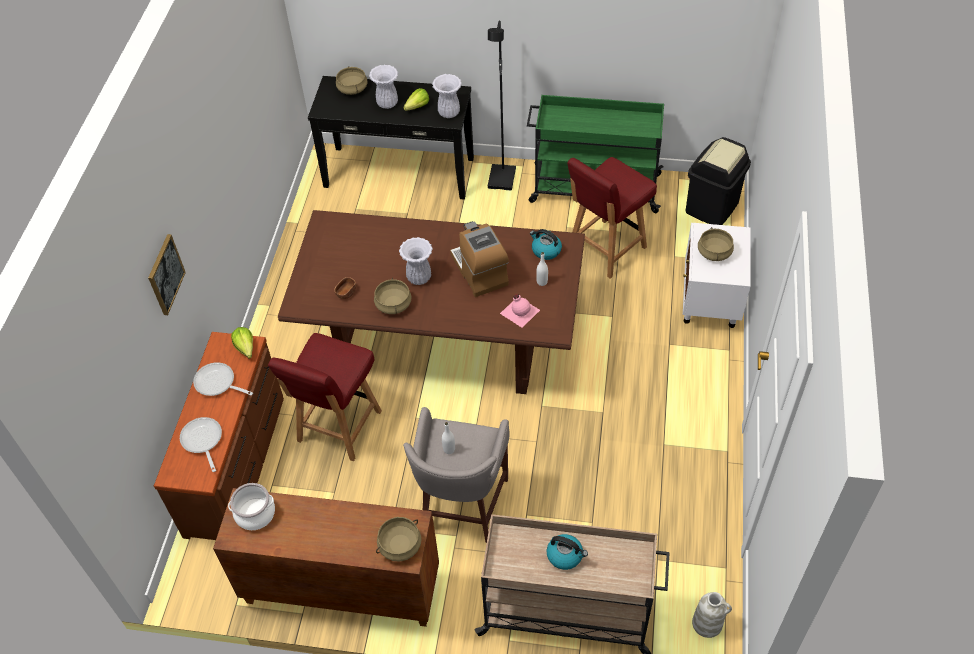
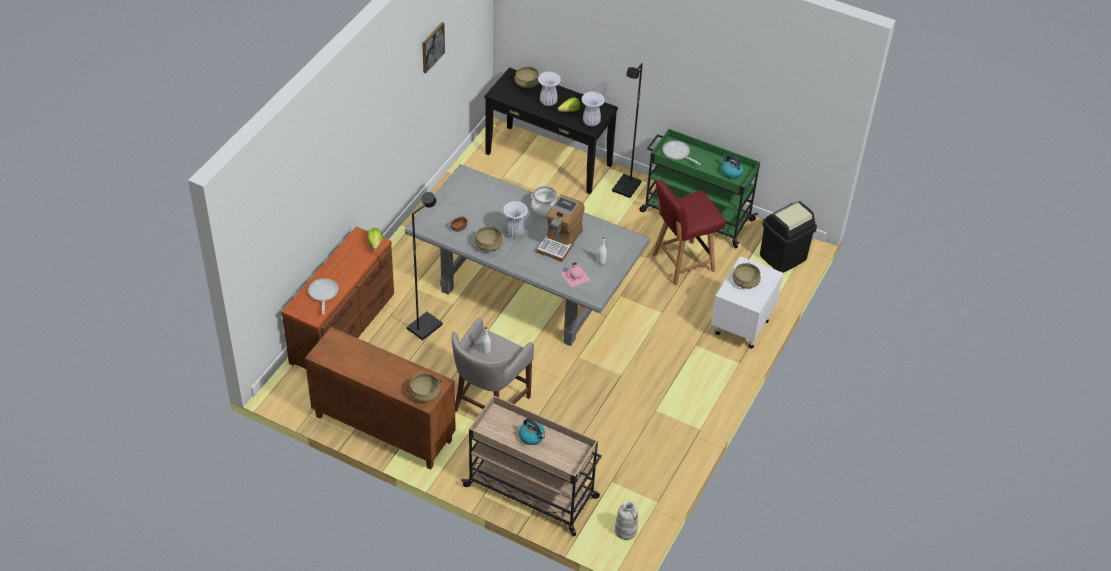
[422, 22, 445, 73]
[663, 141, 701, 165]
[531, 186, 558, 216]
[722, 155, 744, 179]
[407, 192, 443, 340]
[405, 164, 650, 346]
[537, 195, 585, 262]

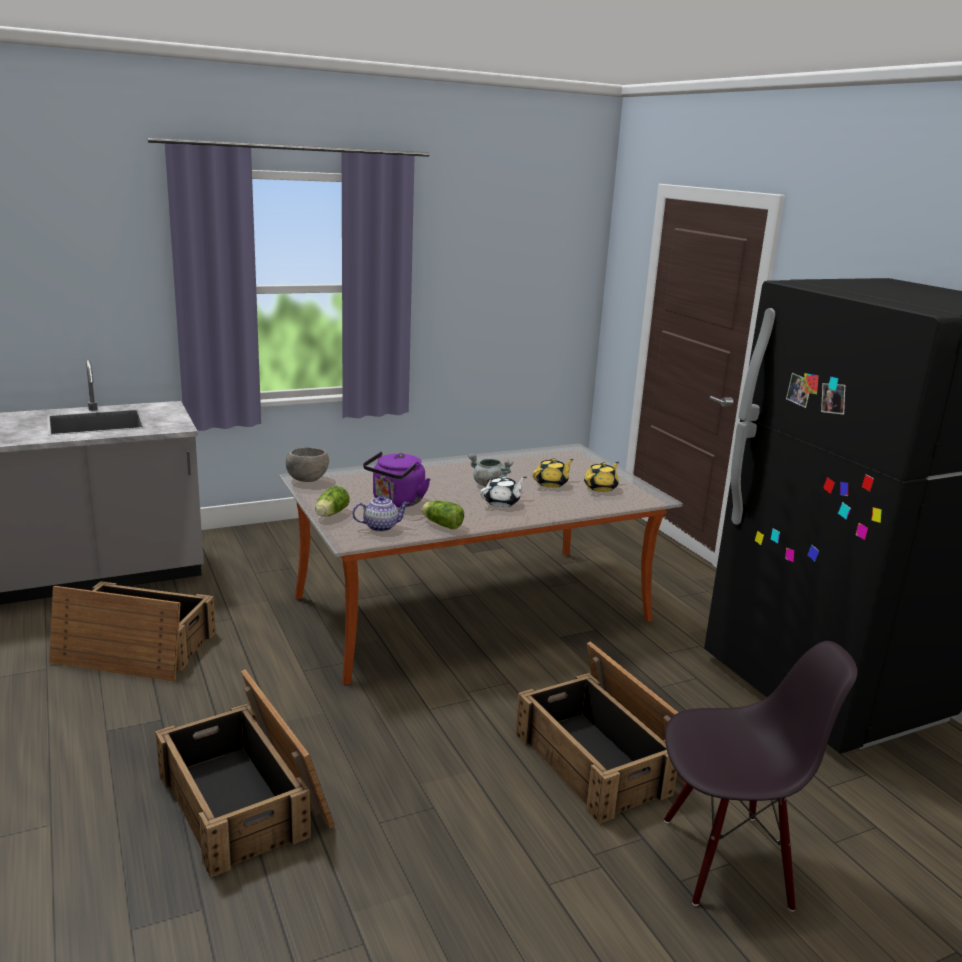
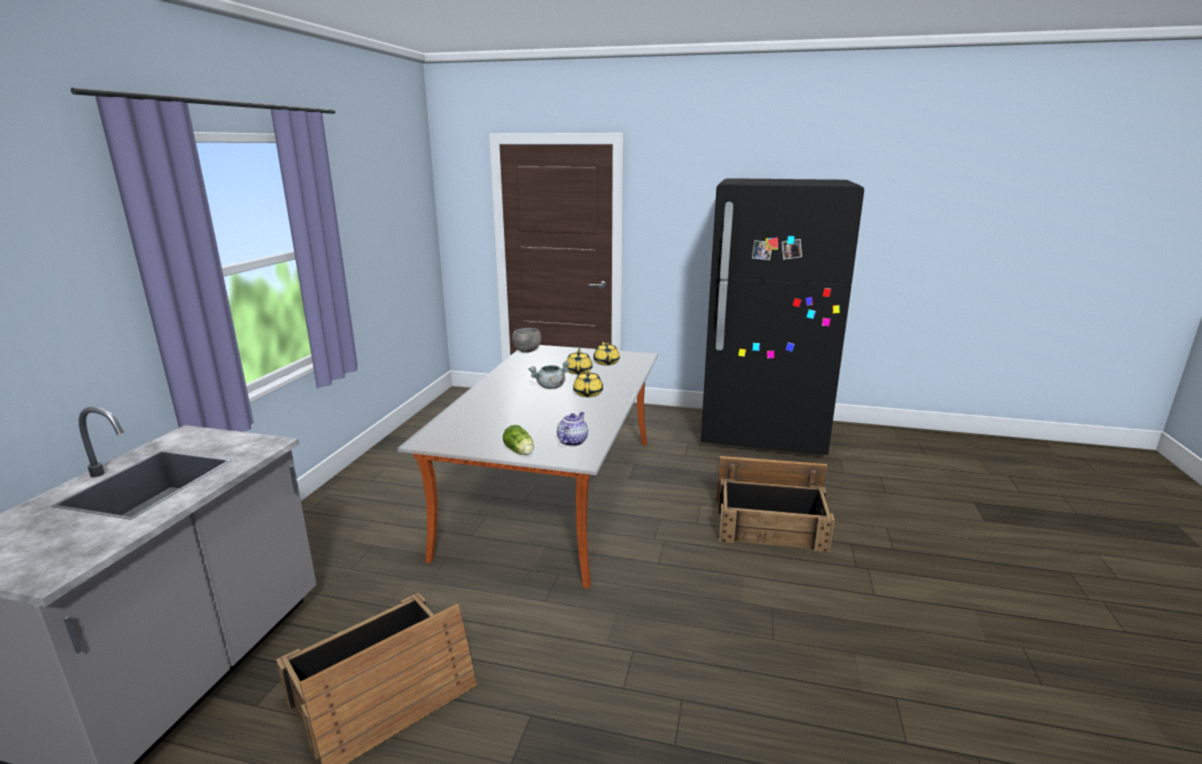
[155, 669, 335, 878] (first image)
[363, 452, 430, 507] (first image)
[421, 500, 464, 529] (first image)
[664, 641, 858, 912] (first image)
[512, 328, 541, 353]
[573, 368, 603, 397]

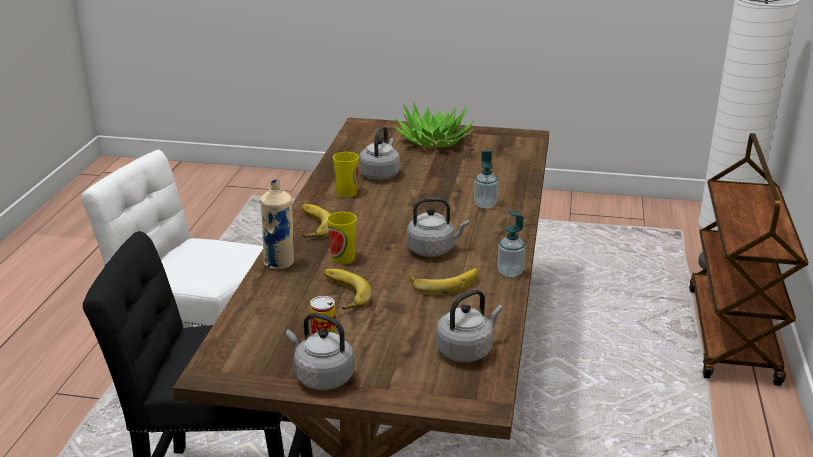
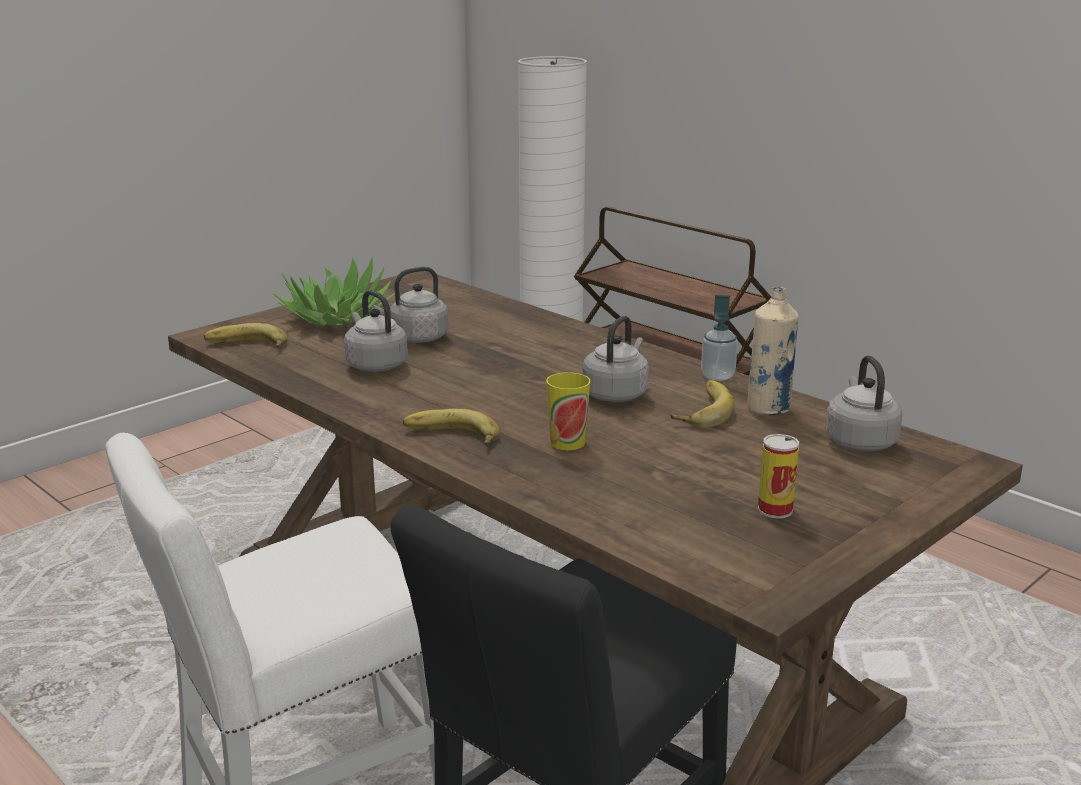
[333, 152, 359, 198] (first image)
[474, 150, 498, 208] (first image)
[747, 287, 799, 415]
[372, 267, 449, 343]
[204, 323, 288, 348]

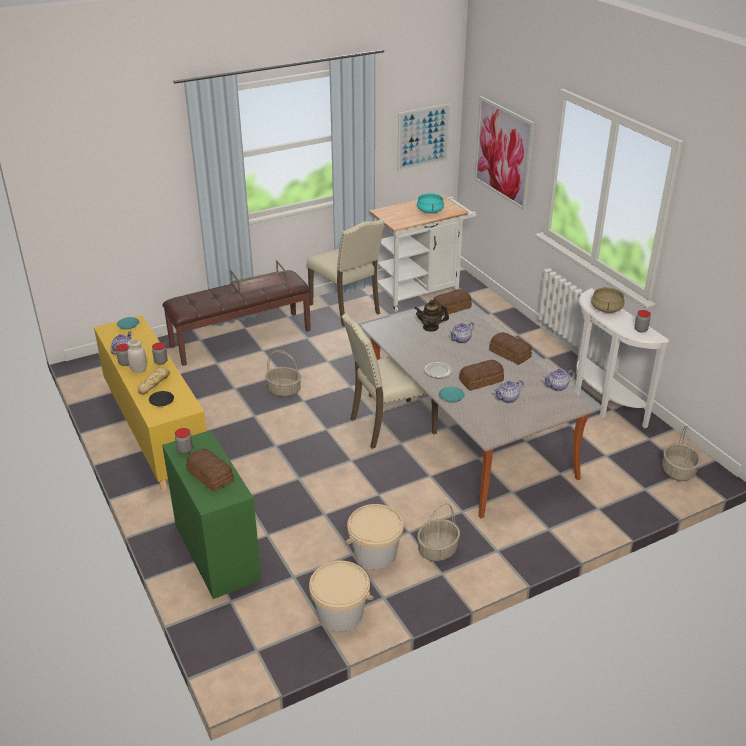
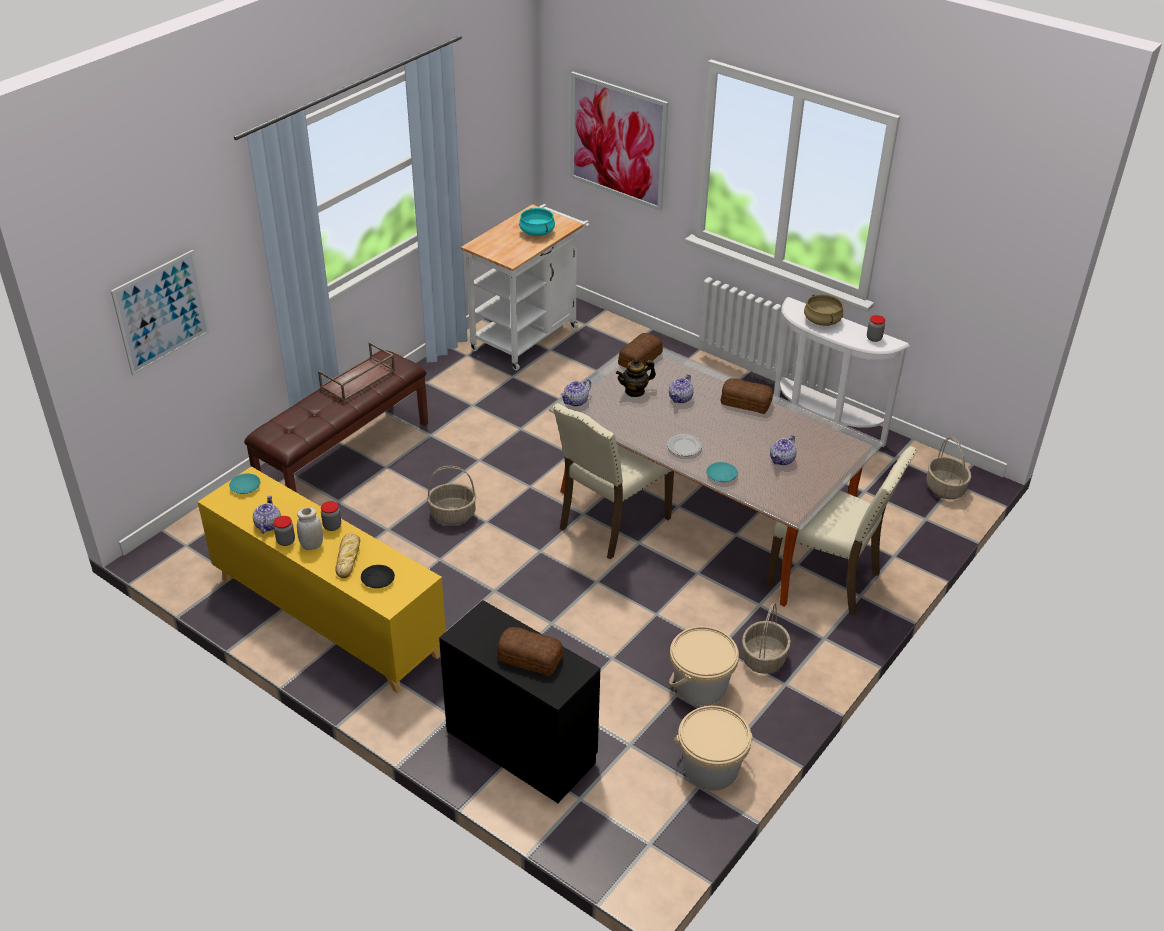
[175, 428, 193, 454] (first image)
[459, 360, 504, 391] (first image)
[766, 446, 917, 616]
[111, 250, 210, 376]
[561, 379, 591, 407]
[439, 600, 600, 803]

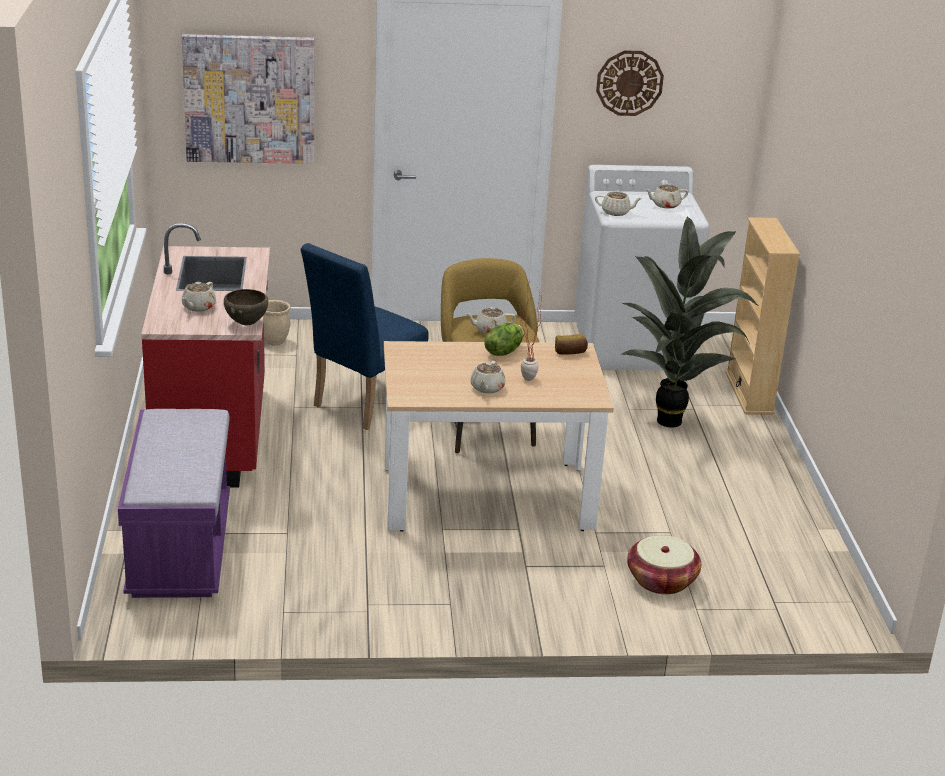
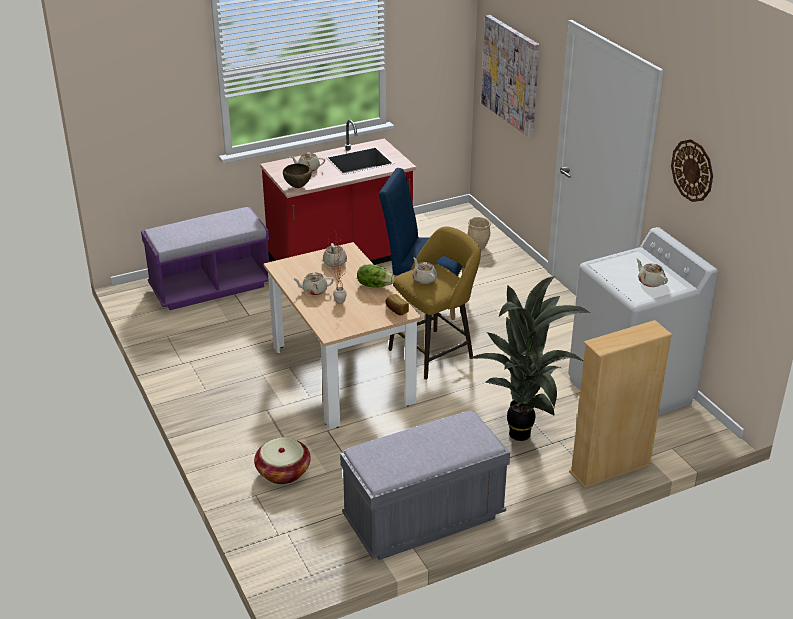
[340, 411, 510, 560]
[323, 243, 347, 267]

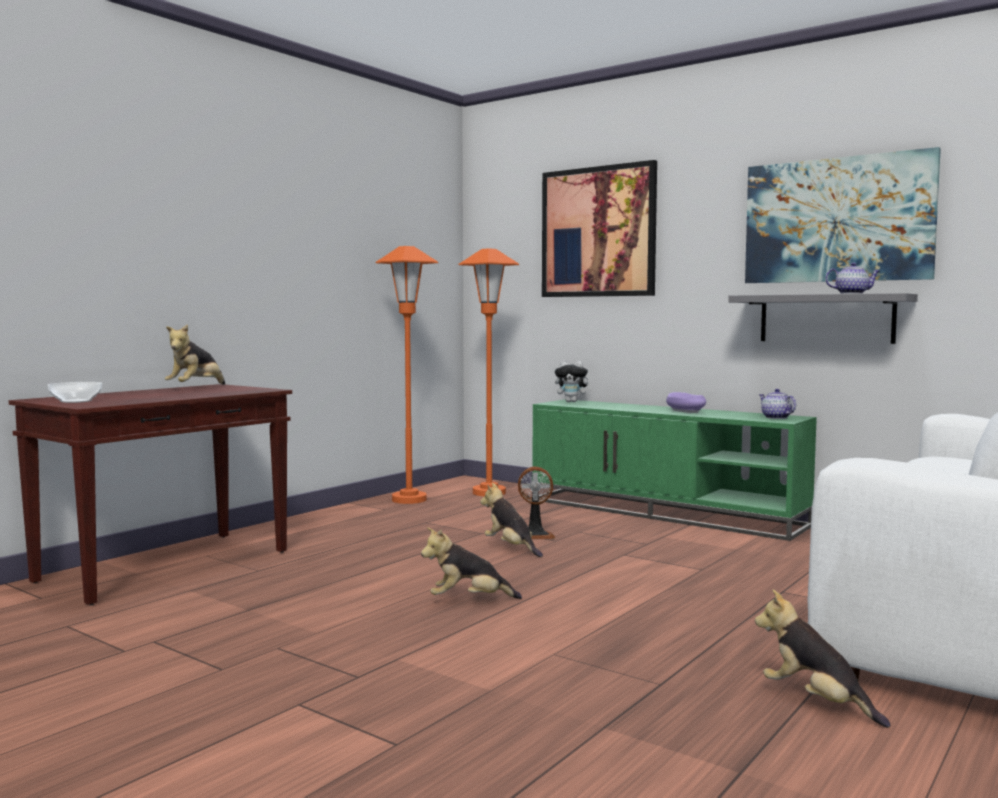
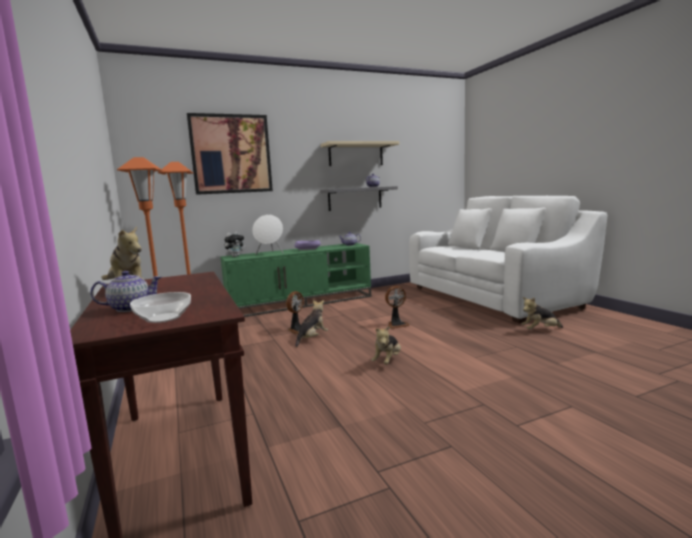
[90, 271, 162, 312]
[252, 214, 283, 254]
[385, 286, 410, 329]
[321, 141, 399, 166]
[296, 300, 328, 347]

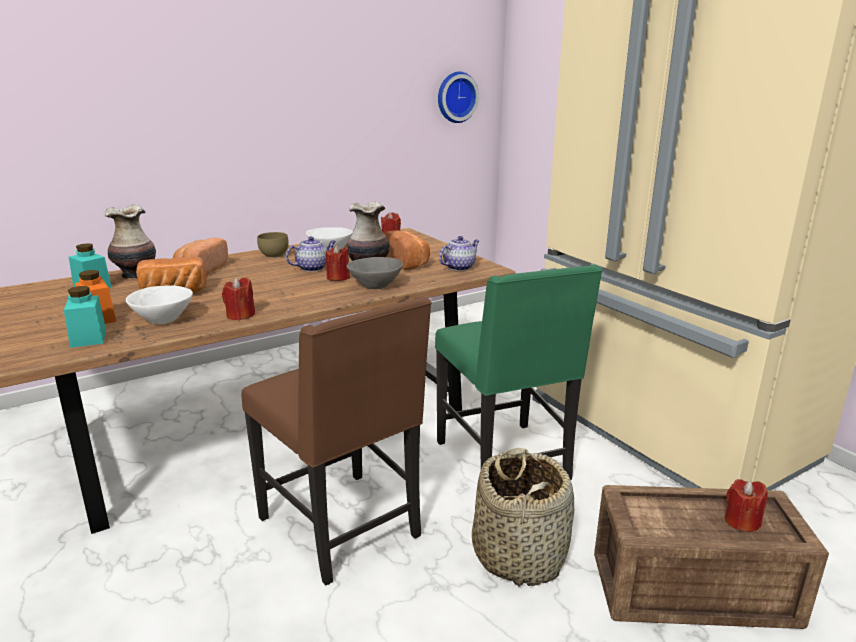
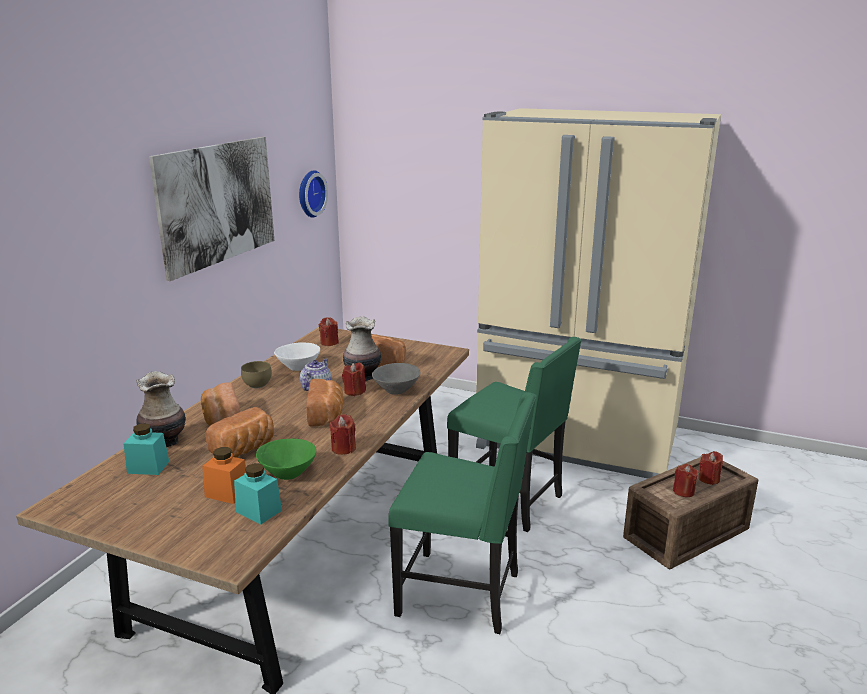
[439, 236, 480, 271] (first image)
[472, 448, 574, 587] (first image)
[149, 137, 274, 281]
[306, 379, 343, 426]
[673, 464, 699, 497]
[256, 439, 316, 480]
[388, 392, 536, 634]

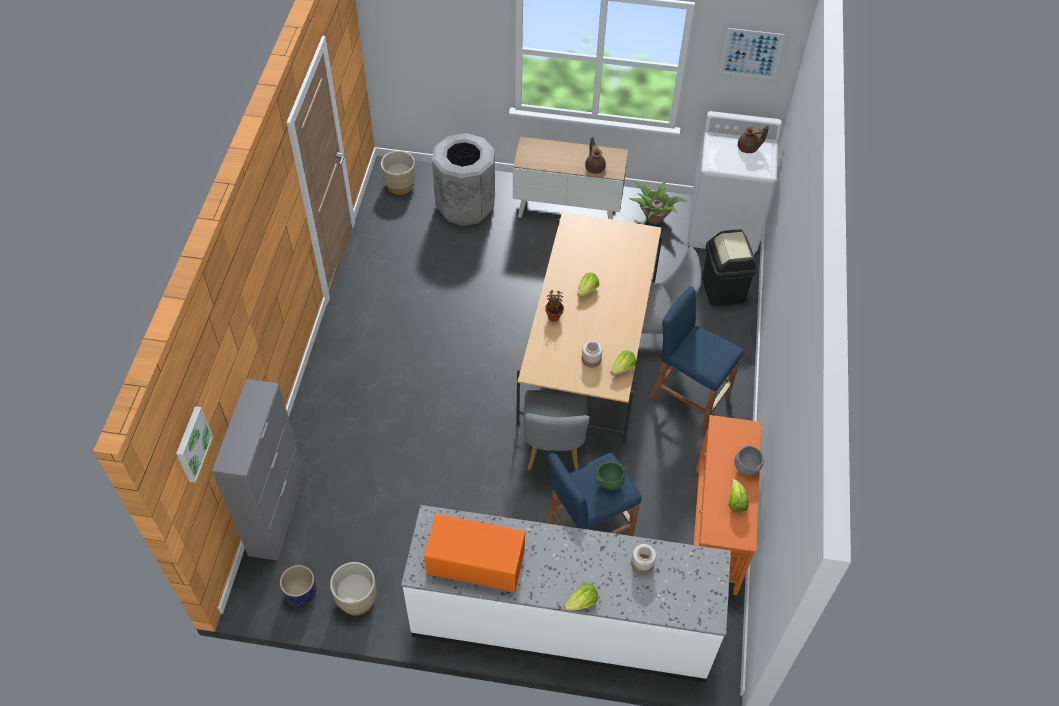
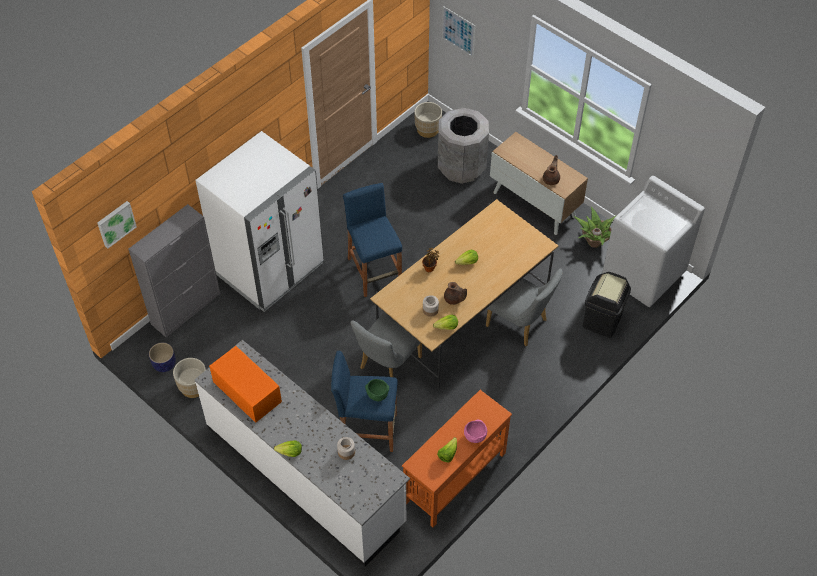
[195, 131, 324, 312]
[343, 183, 402, 297]
[442, 6, 475, 57]
[444, 282, 467, 305]
[464, 420, 487, 443]

